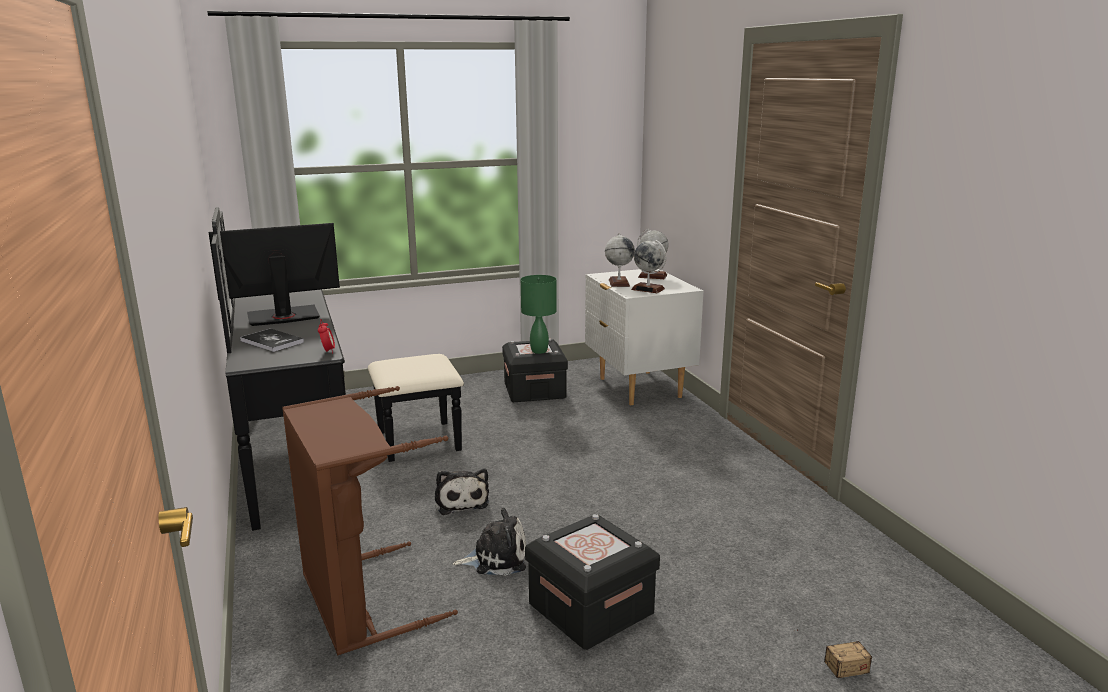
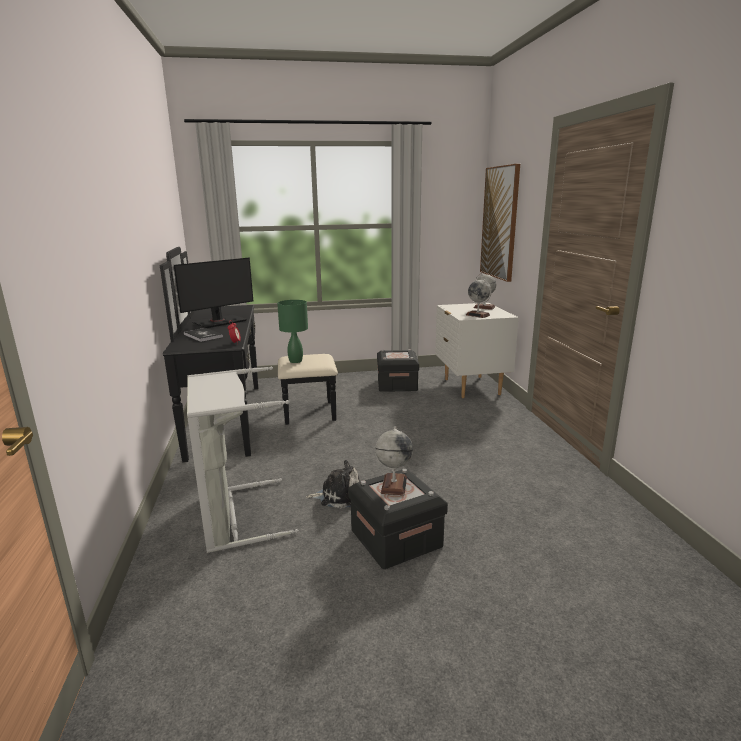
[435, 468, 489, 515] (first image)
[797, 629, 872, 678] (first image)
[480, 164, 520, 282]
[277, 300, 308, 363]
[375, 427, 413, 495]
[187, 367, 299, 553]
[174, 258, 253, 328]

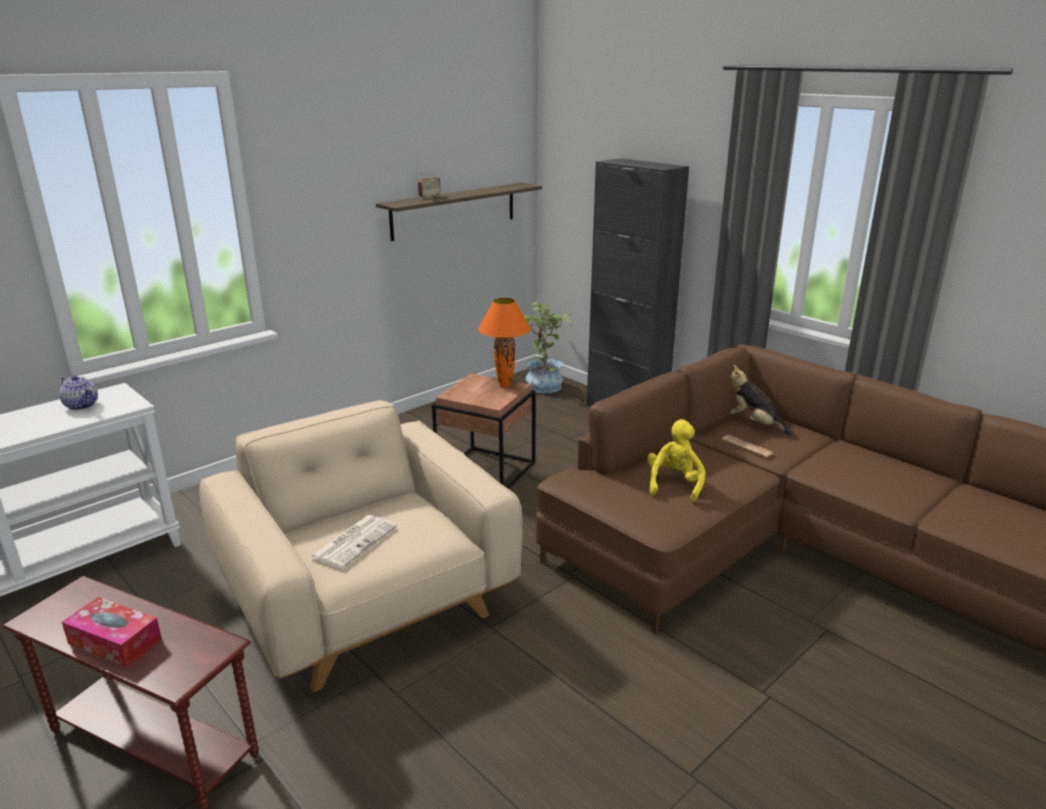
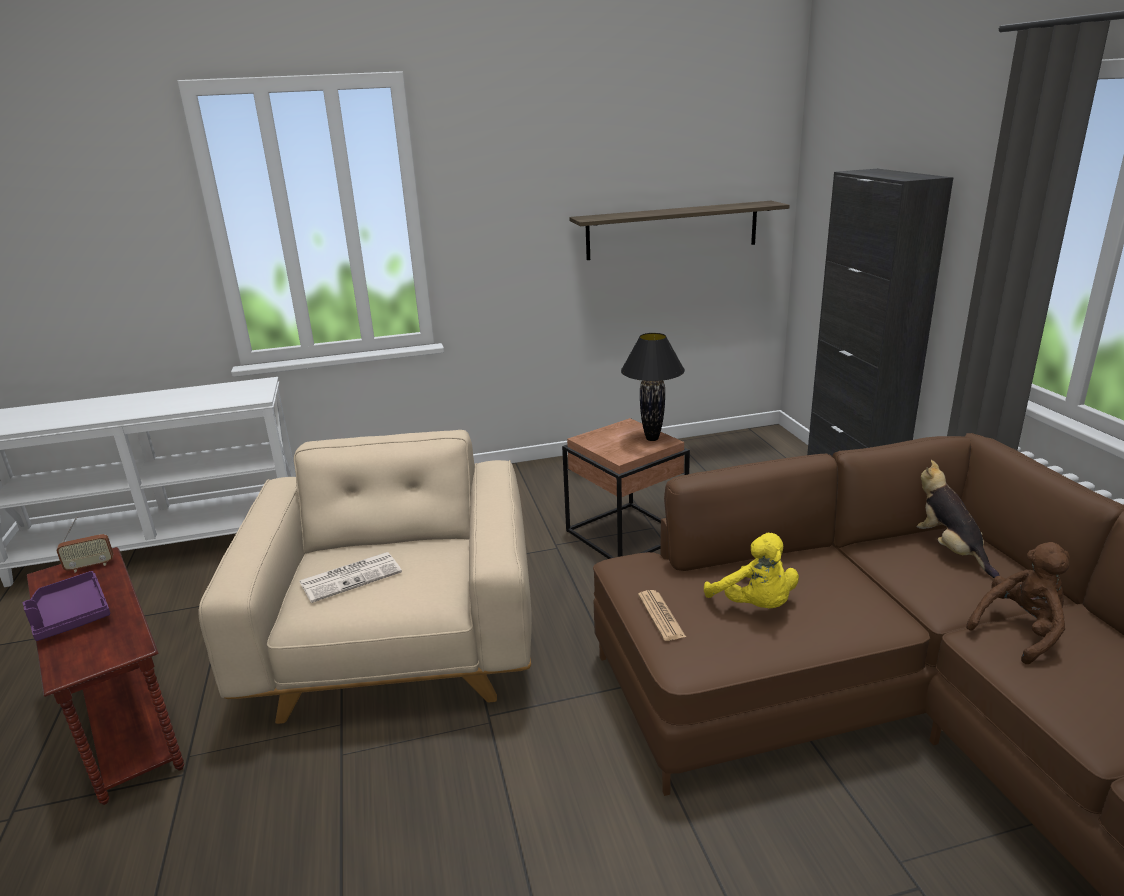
[59, 375, 98, 410] (first image)
[523, 302, 572, 394] (first image)
[966, 542, 1070, 664]
[57, 517, 114, 572]
[638, 590, 686, 641]
[23, 571, 110, 641]
[621, 333, 685, 441]
[704, 533, 799, 608]

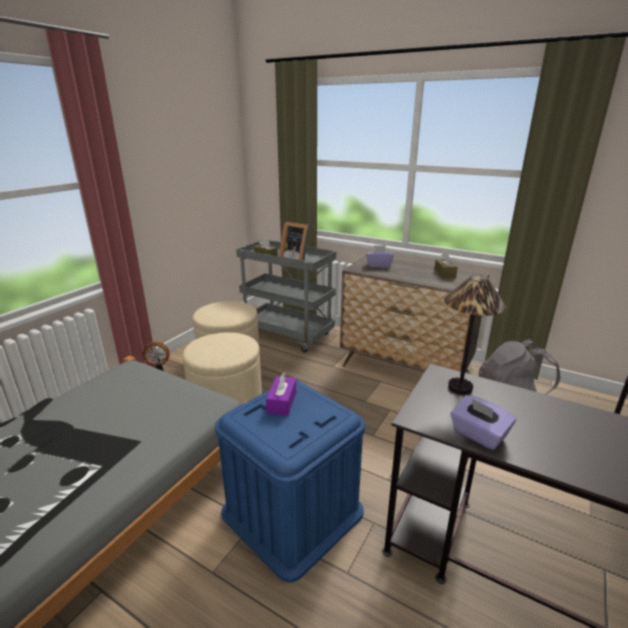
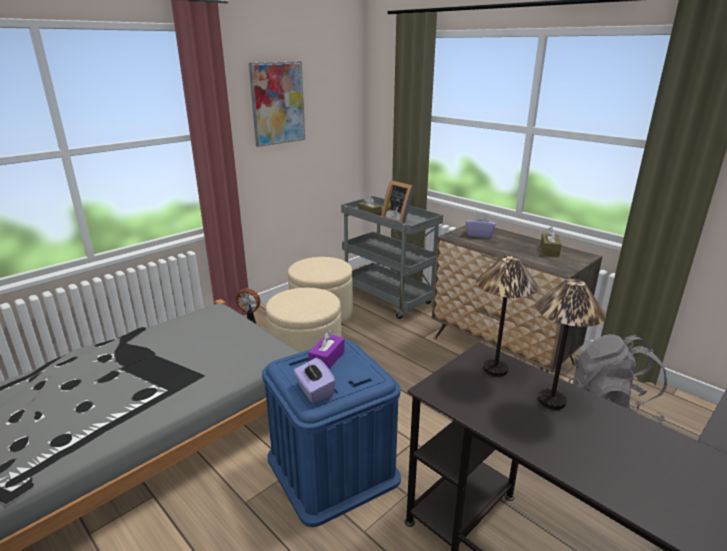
[249, 61, 305, 147]
[535, 278, 606, 410]
[294, 358, 336, 403]

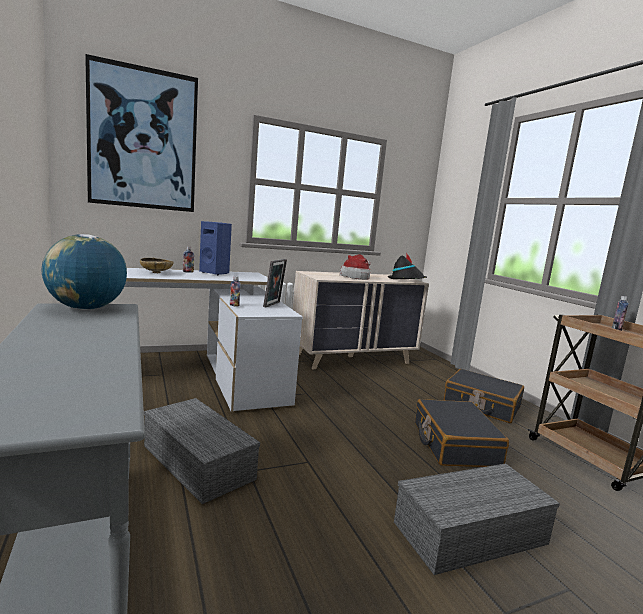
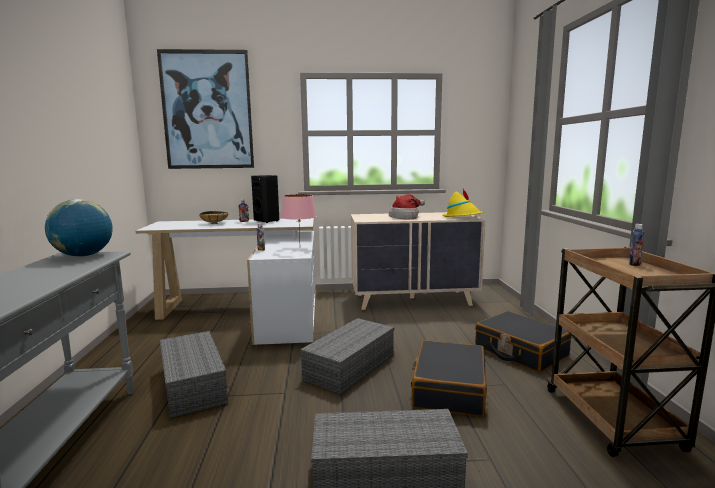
[300, 318, 394, 394]
[281, 194, 317, 240]
[251, 175, 279, 223]
[442, 189, 483, 217]

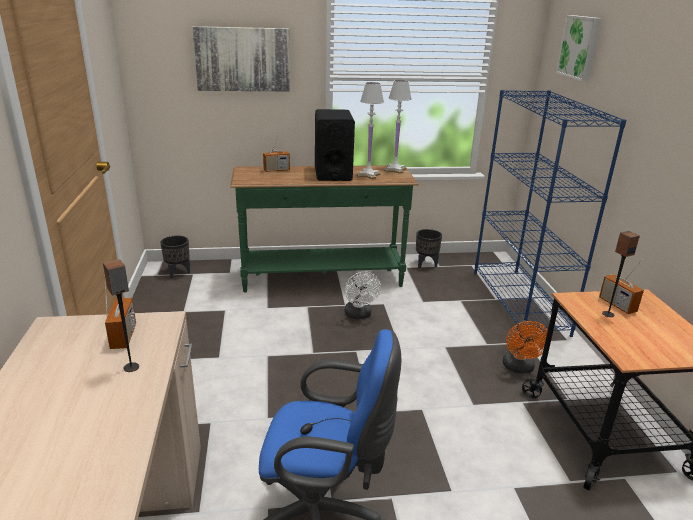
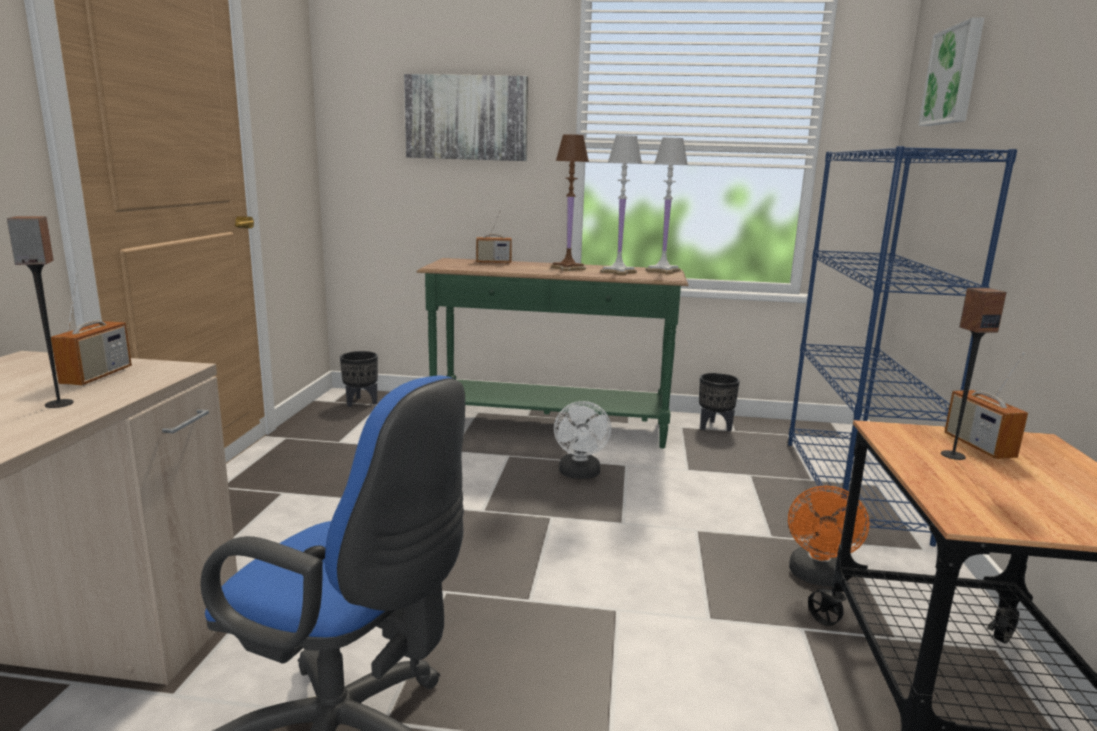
[551, 134, 589, 271]

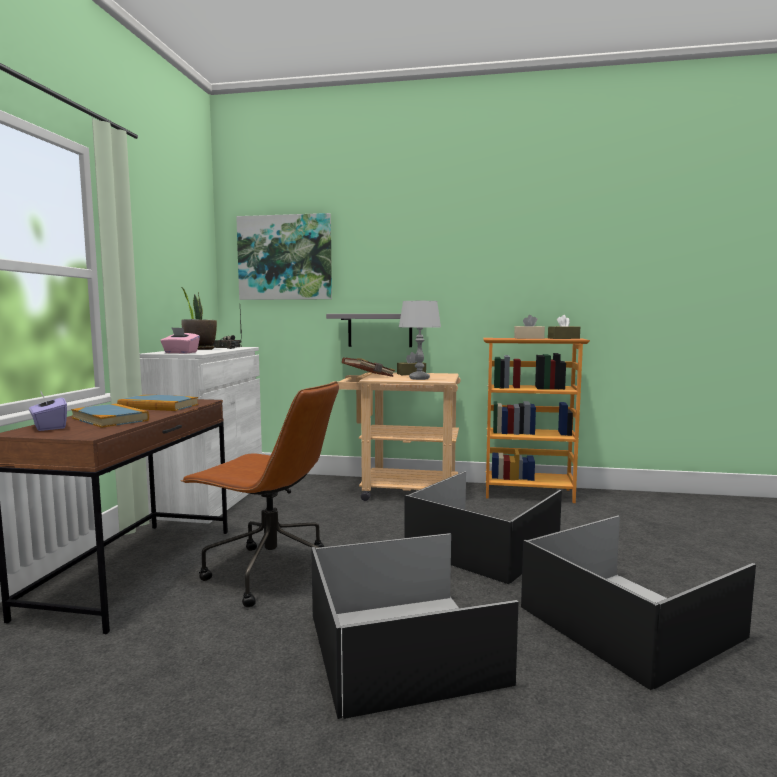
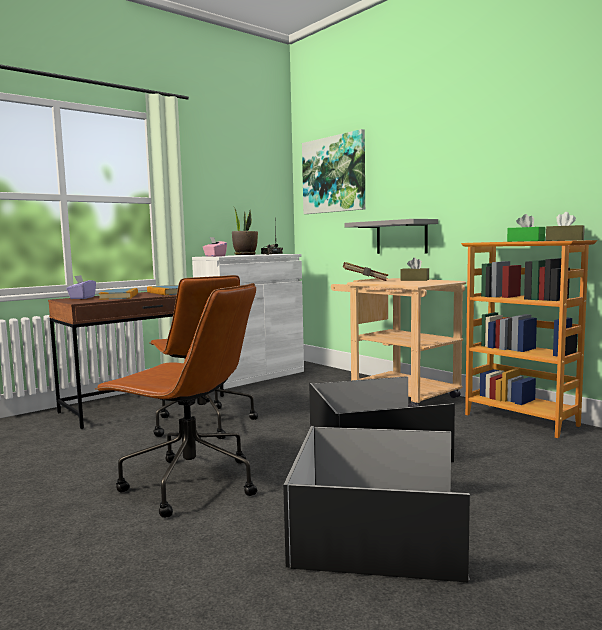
[399, 301, 441, 380] (first image)
[95, 283, 257, 518]
[507, 214, 545, 242]

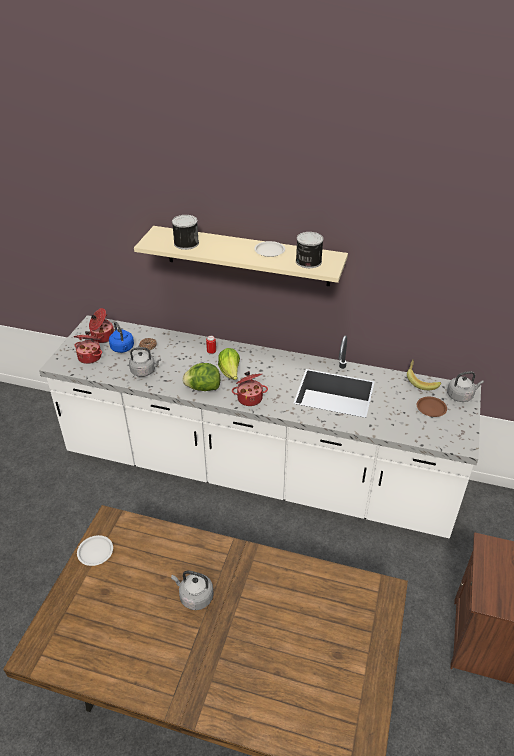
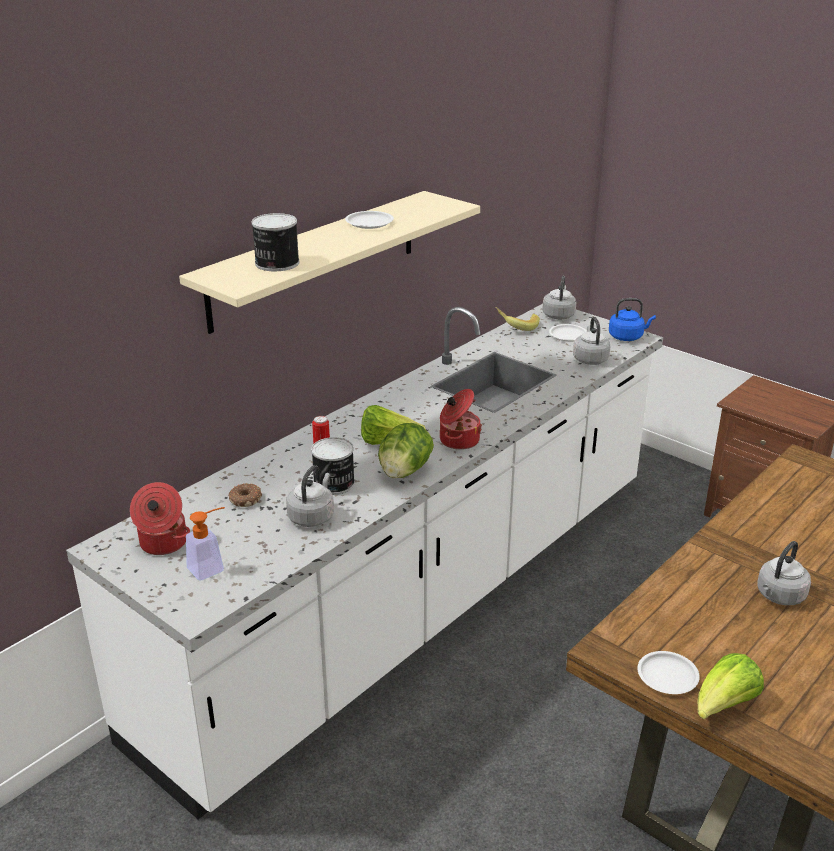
[573, 317, 610, 365]
[697, 653, 764, 719]
[609, 298, 656, 341]
[311, 437, 355, 495]
[186, 507, 225, 580]
[549, 324, 587, 341]

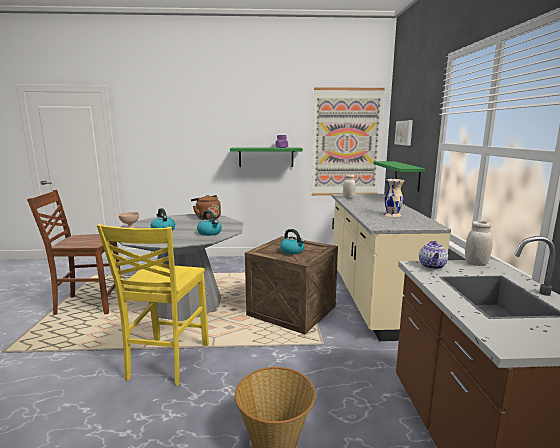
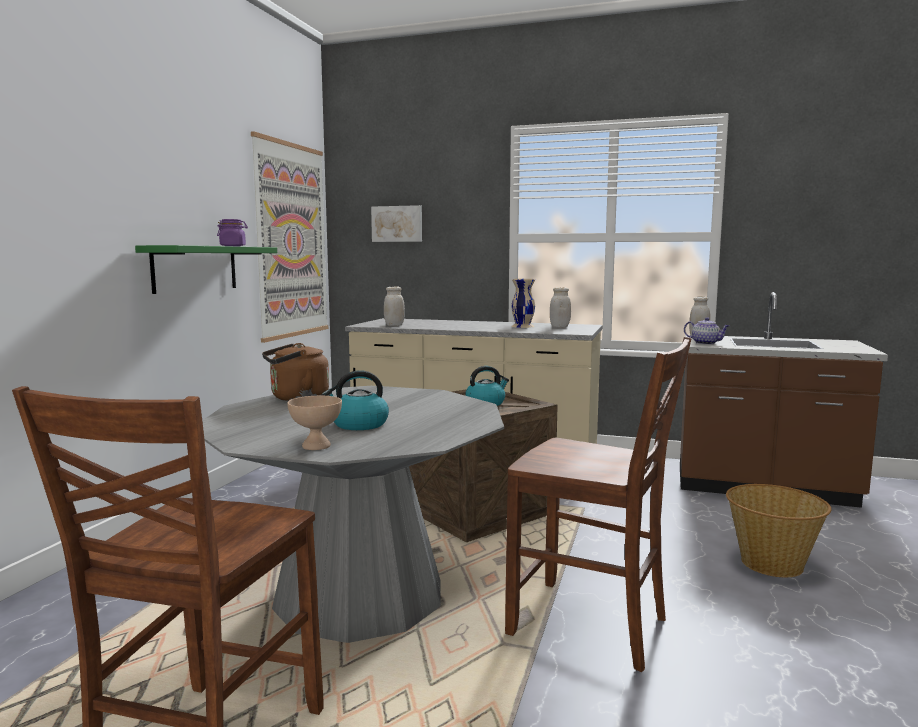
[197, 210, 222, 236] (first image)
[373, 161, 425, 192] (first image)
[550, 287, 571, 328]
[505, 337, 691, 672]

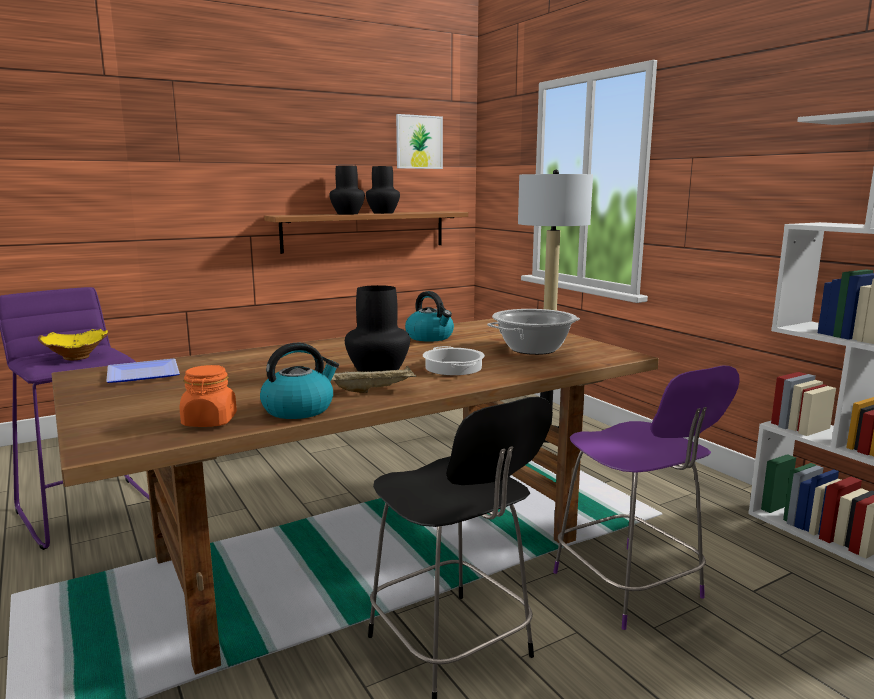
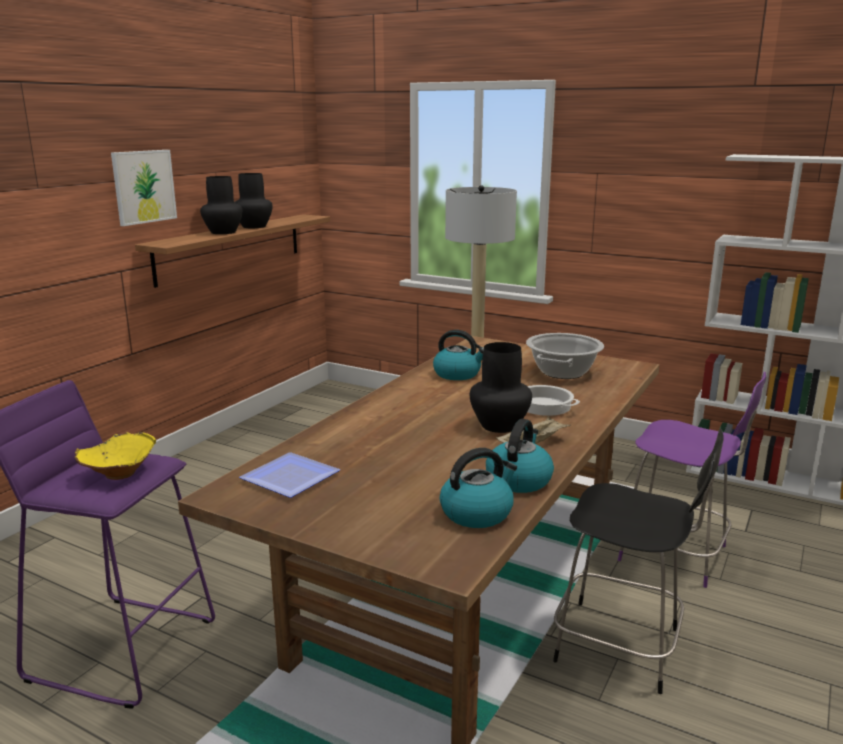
[111, 150, 177, 226]
[440, 448, 517, 528]

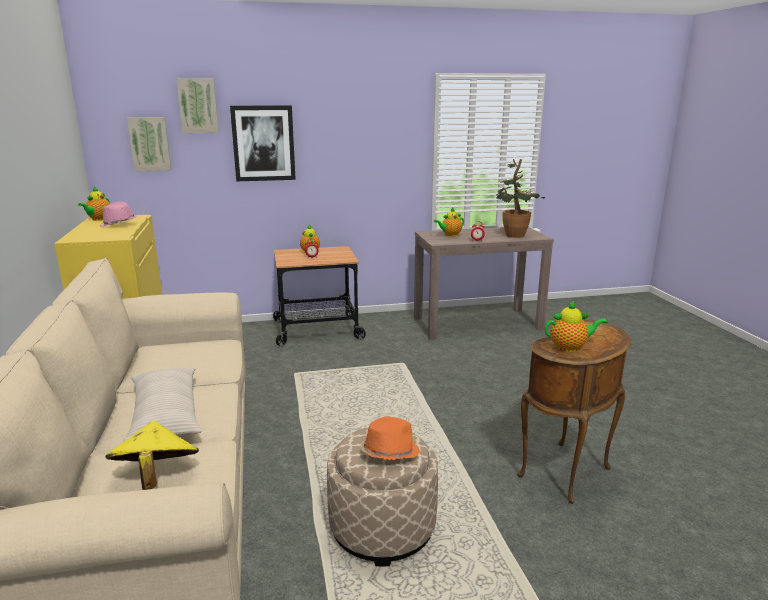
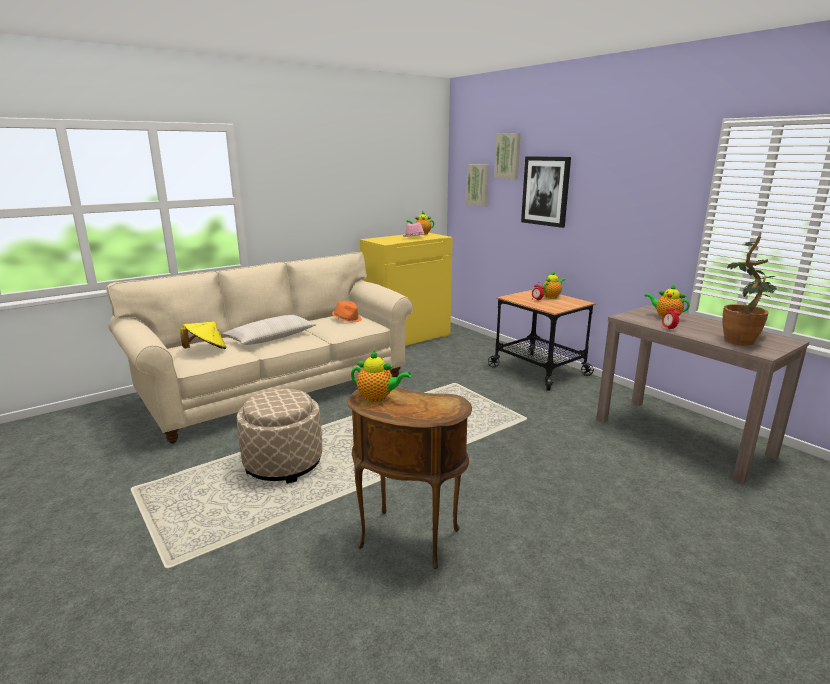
[332, 301, 362, 323]
[351, 351, 411, 402]

